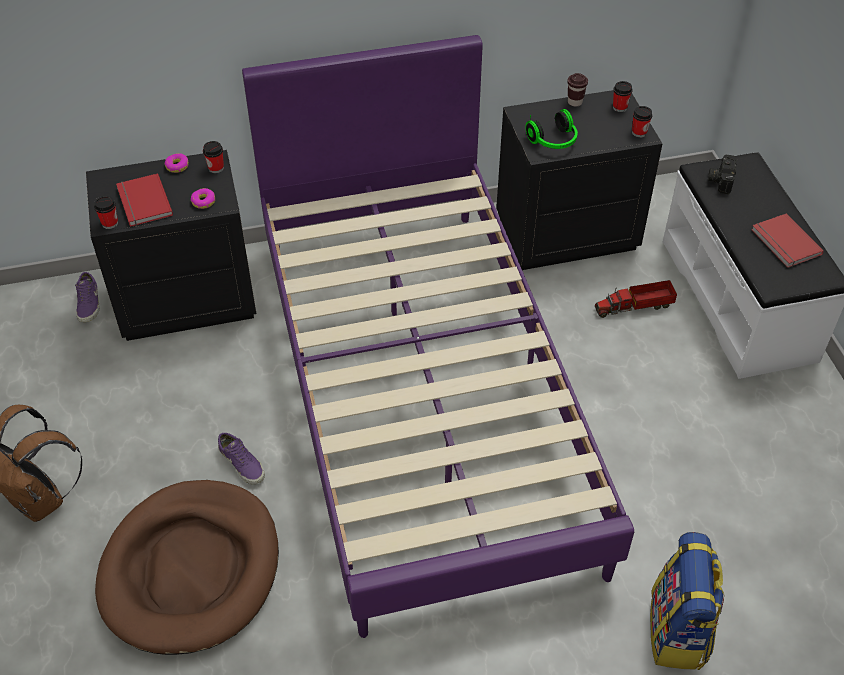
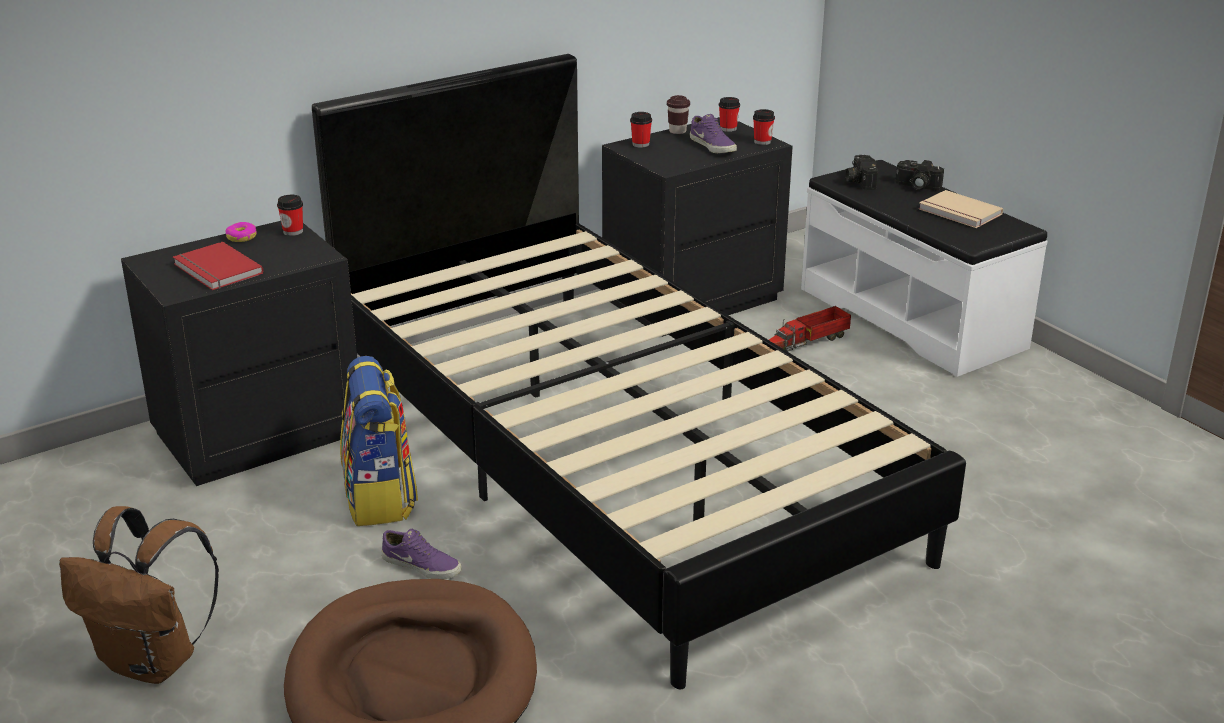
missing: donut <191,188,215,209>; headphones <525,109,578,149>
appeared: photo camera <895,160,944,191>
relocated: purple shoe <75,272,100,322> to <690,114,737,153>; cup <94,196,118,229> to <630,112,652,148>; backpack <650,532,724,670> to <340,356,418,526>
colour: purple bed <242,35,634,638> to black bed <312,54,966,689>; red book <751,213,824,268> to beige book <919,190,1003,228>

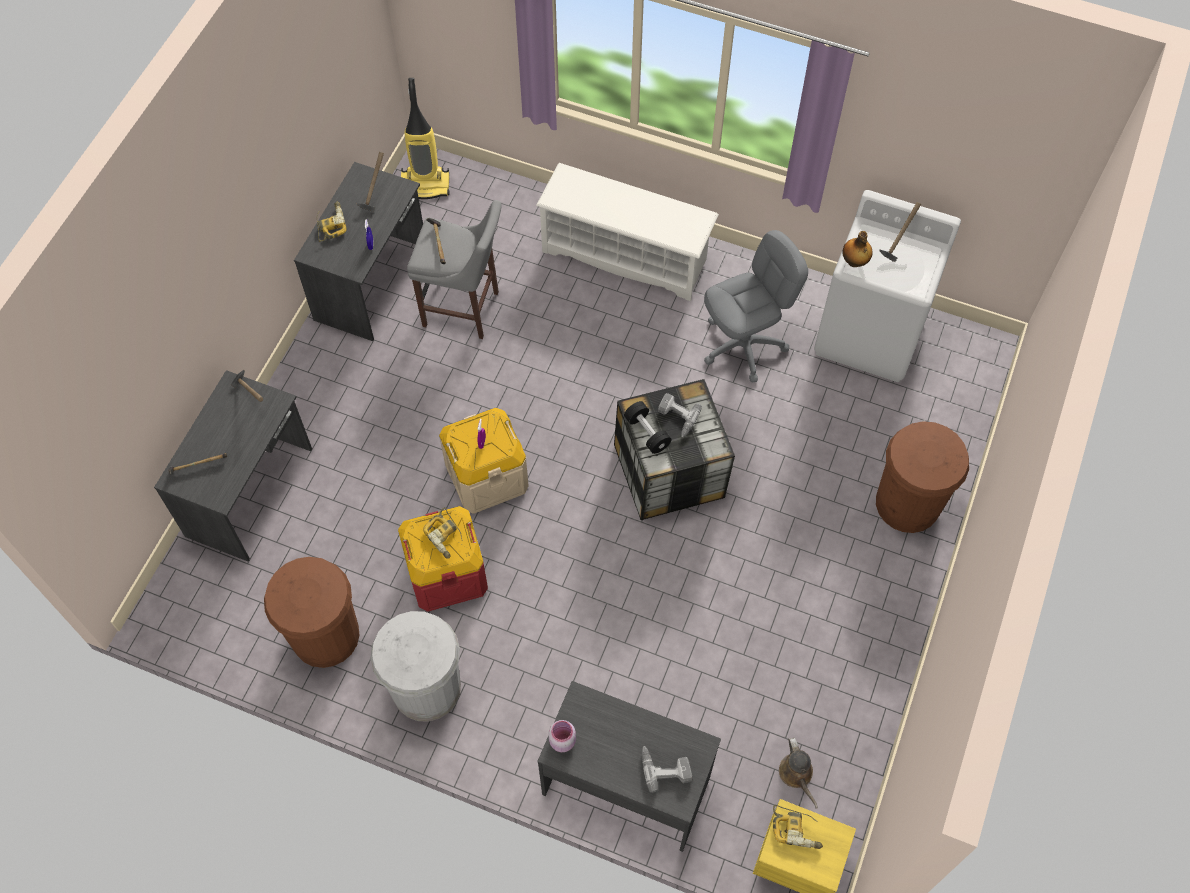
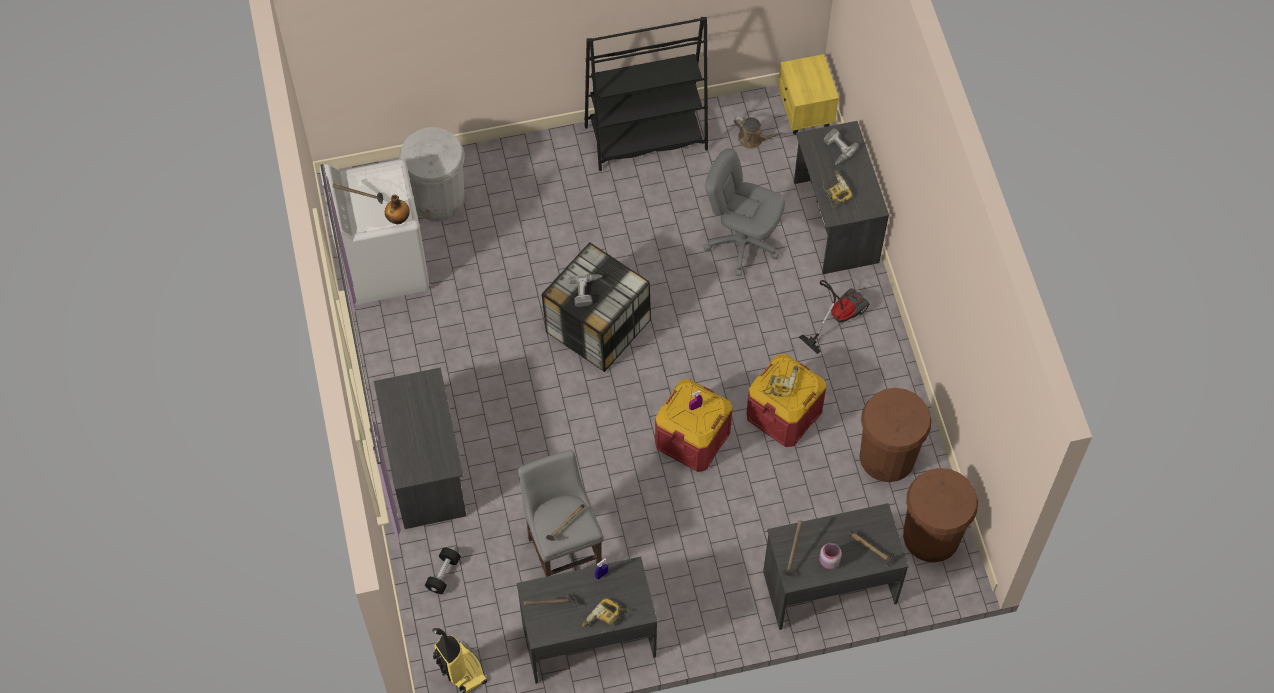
appeared: black bookcase <584,17,708,171>; vacuum cleaner <799,280,870,354>
relocated: white trash can <370,611,461,722> to <399,127,465,221>; pink jar <549,720,576,752> to <819,543,842,569>; black dumbbell <624,401,671,454> to <425,547,461,594>; grey office chair <704,230,808,382> to <703,149,785,276>; power drill <773,805,823,849> to <823,170,852,208>; brown trash can <876,421,969,533> to <903,468,978,563>
exchanged: white shoe rack <536,163,719,301> to grey desk <374,368,466,529>
colour: beige storage box <439,408,529,514> to red storage box <655,379,733,472>
spun: brown watering can <779,738,818,808> = <733,117,785,149> 75 degrees clockwise

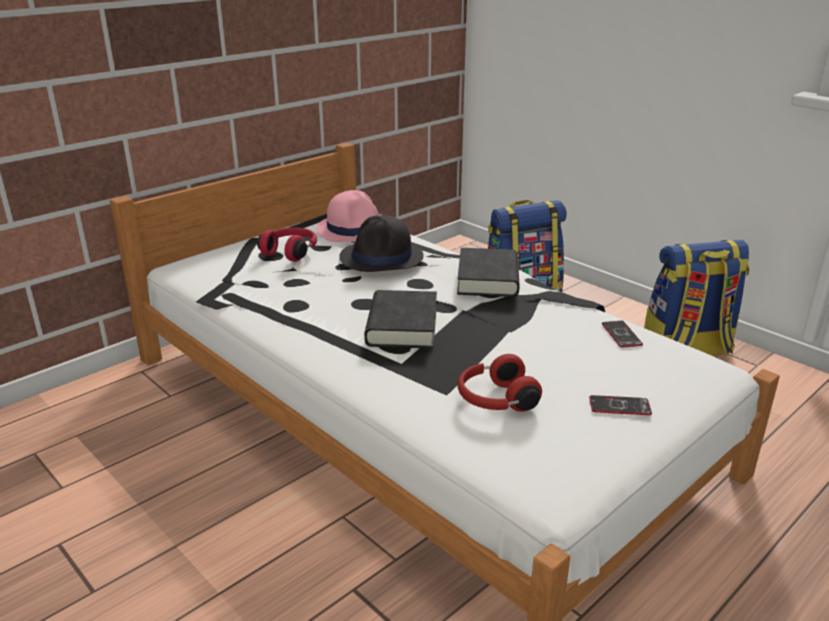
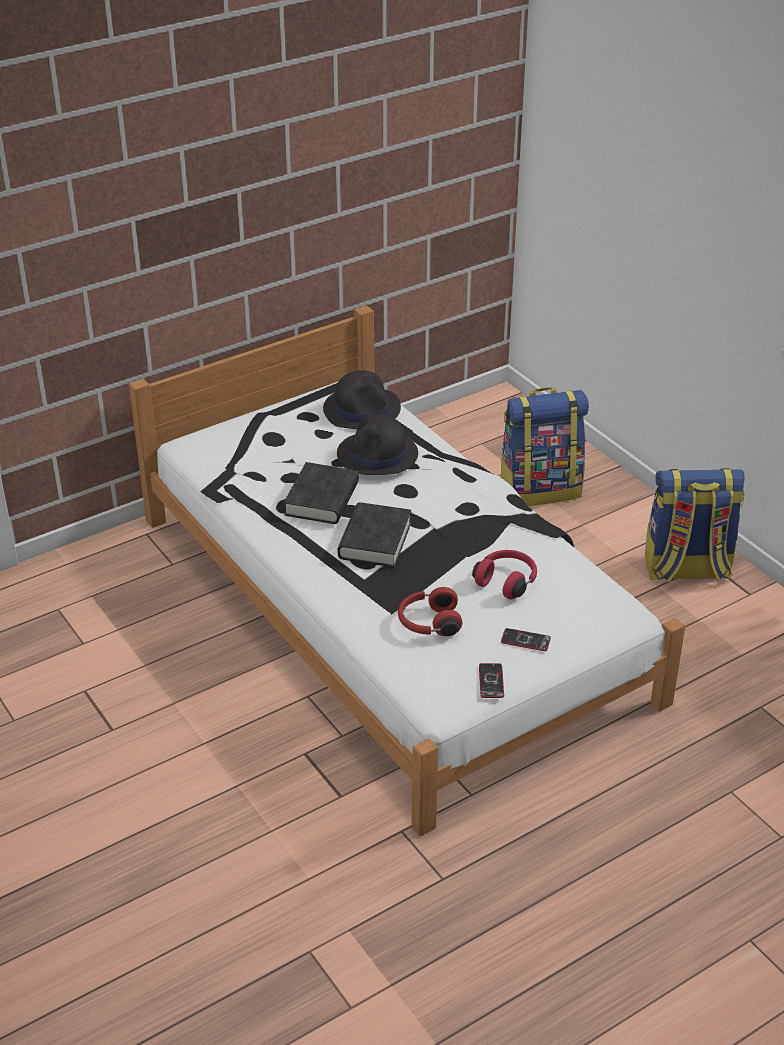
relocated: red headphones <257,227,317,262> to <472,550,537,599>; black book <457,248,520,297> to <284,462,359,524>; phone <602,321,643,348> to <479,663,504,698>
colour: pink hat <316,190,381,242> to black hat <323,370,401,429>

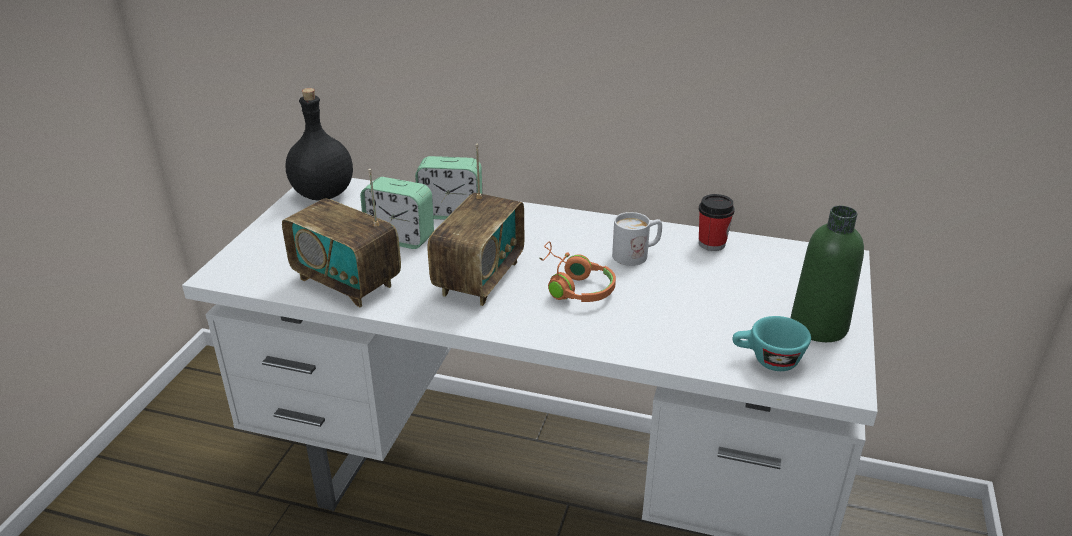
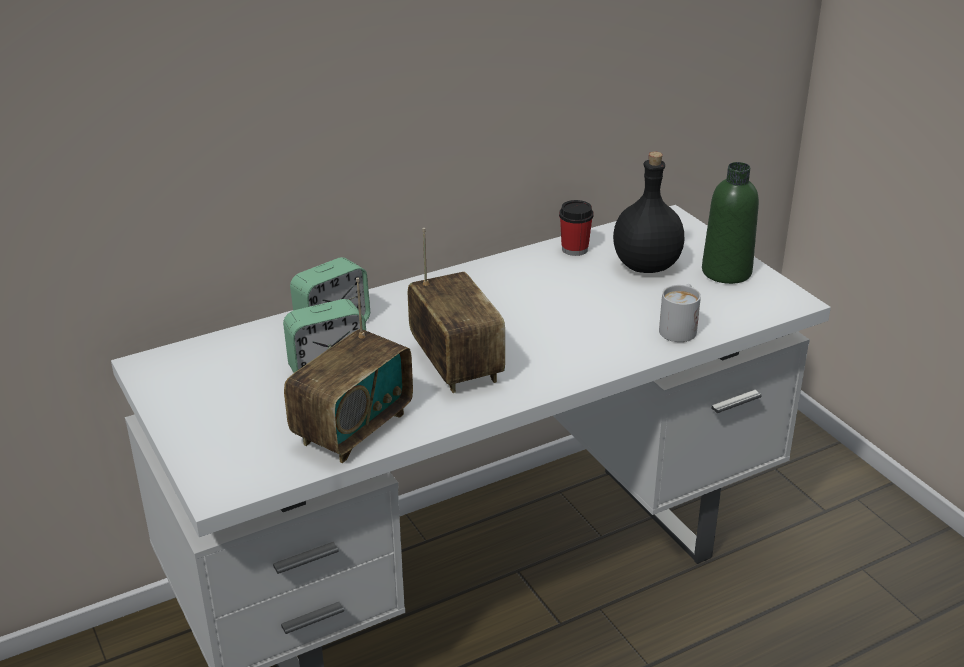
missing: orange headphones <540,241,616,302>; turquoise cup <733,316,811,371>
relocated: black bottle <286,88,353,201> to <613,151,684,273>; white mug <612,212,662,266> to <659,284,701,342>
spun: radio <282,169,401,307> = <284,277,413,463> 45 degrees counterclockwise

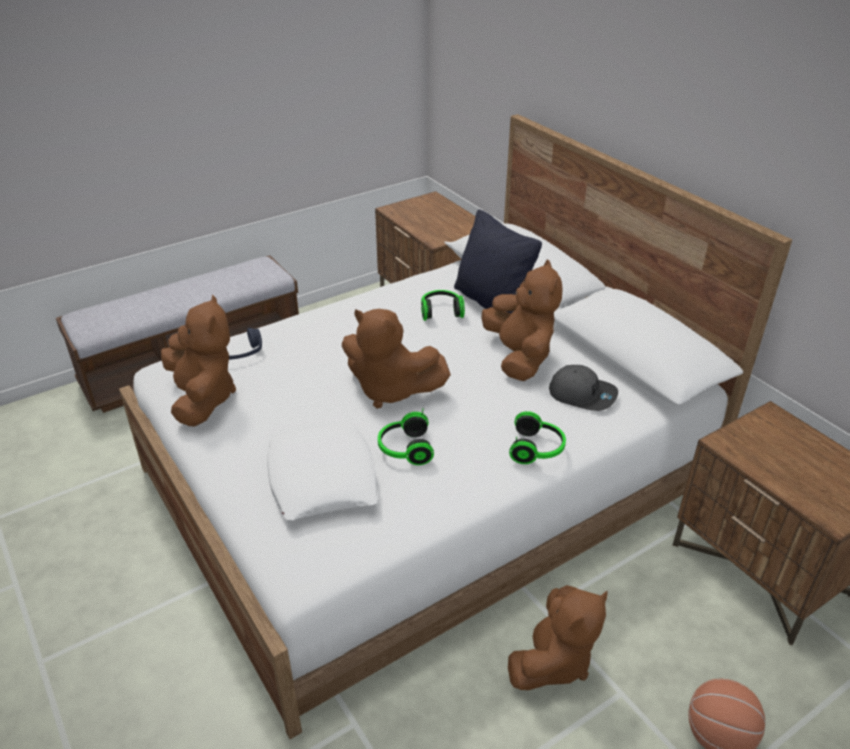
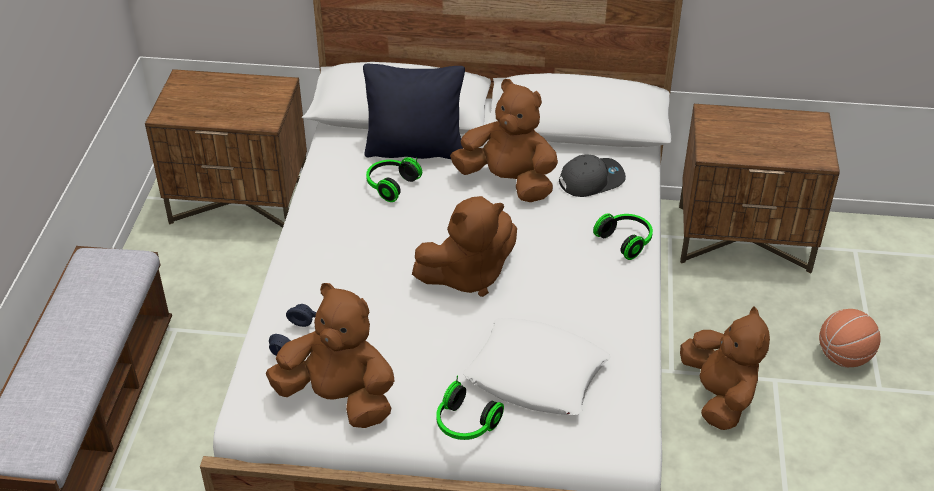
relocated: headphones <378,409,434,465> to <436,376,504,440>

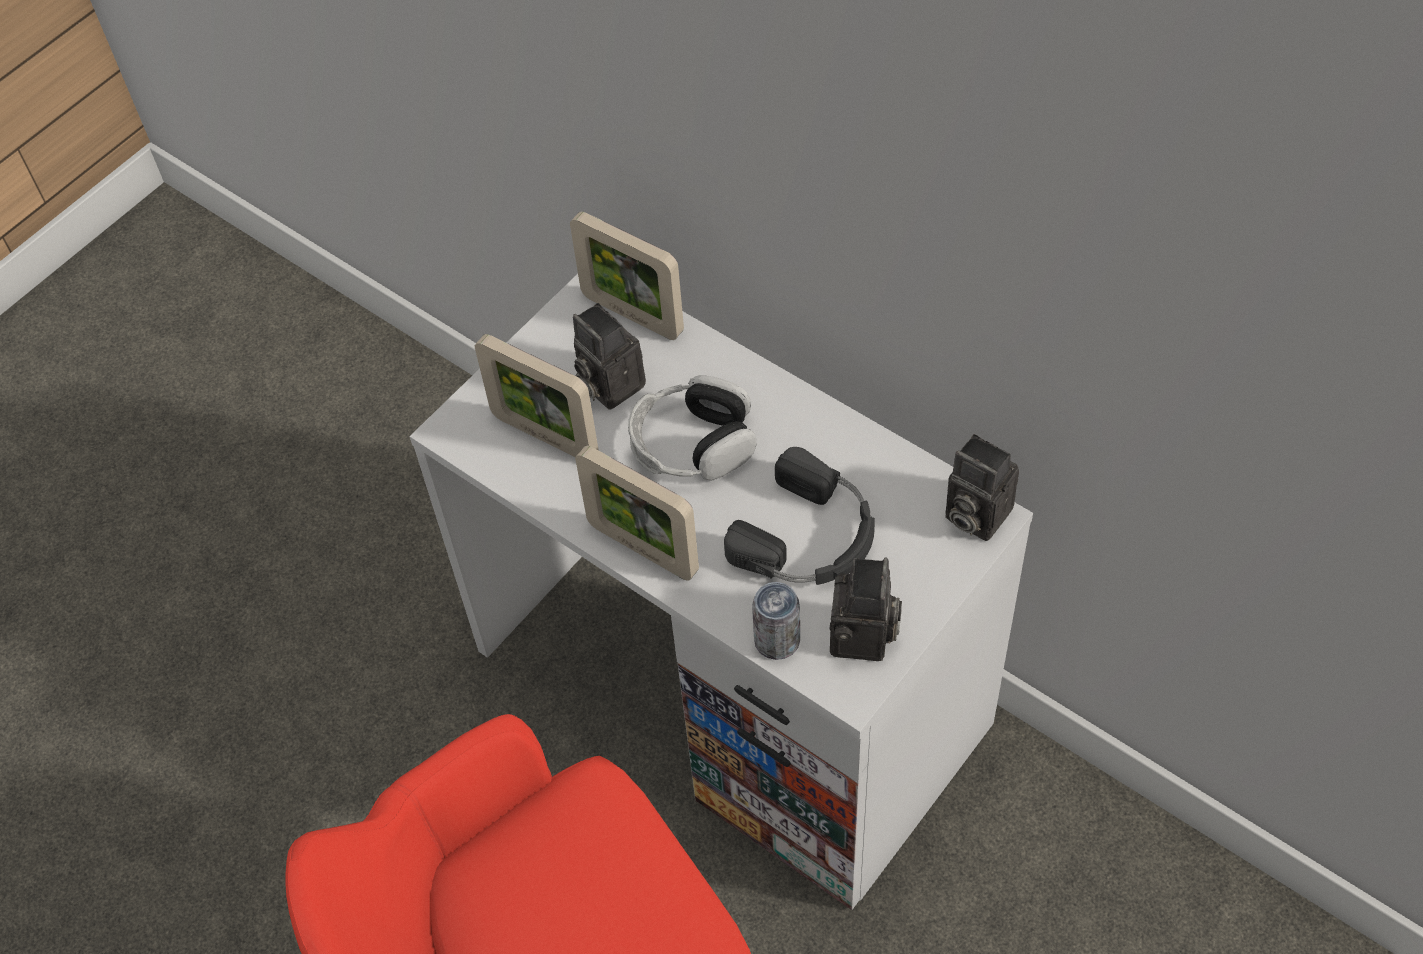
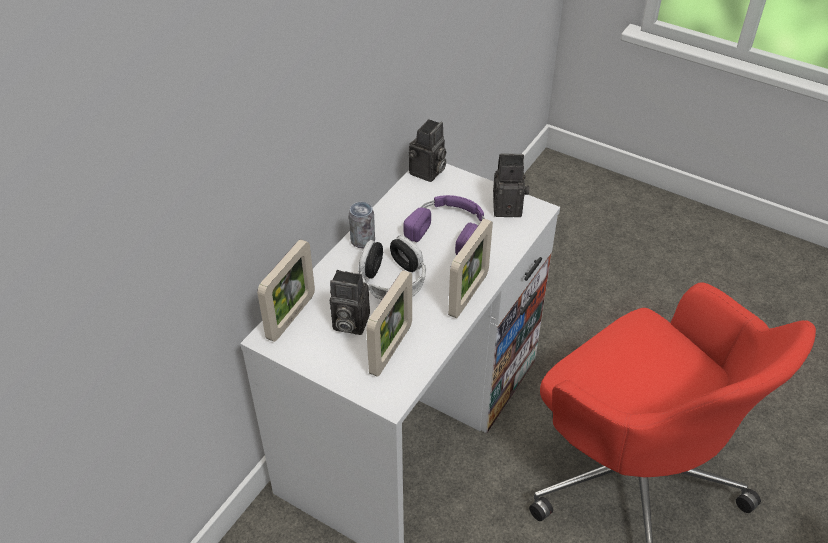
relocated: can <752,582,800,660> to <349,202,375,248>
colour: black headphones <724,447,875,585> to purple headphones <403,195,485,255>
spun: photo camera <573,303,646,410> = <330,270,370,335> 60 degrees clockwise

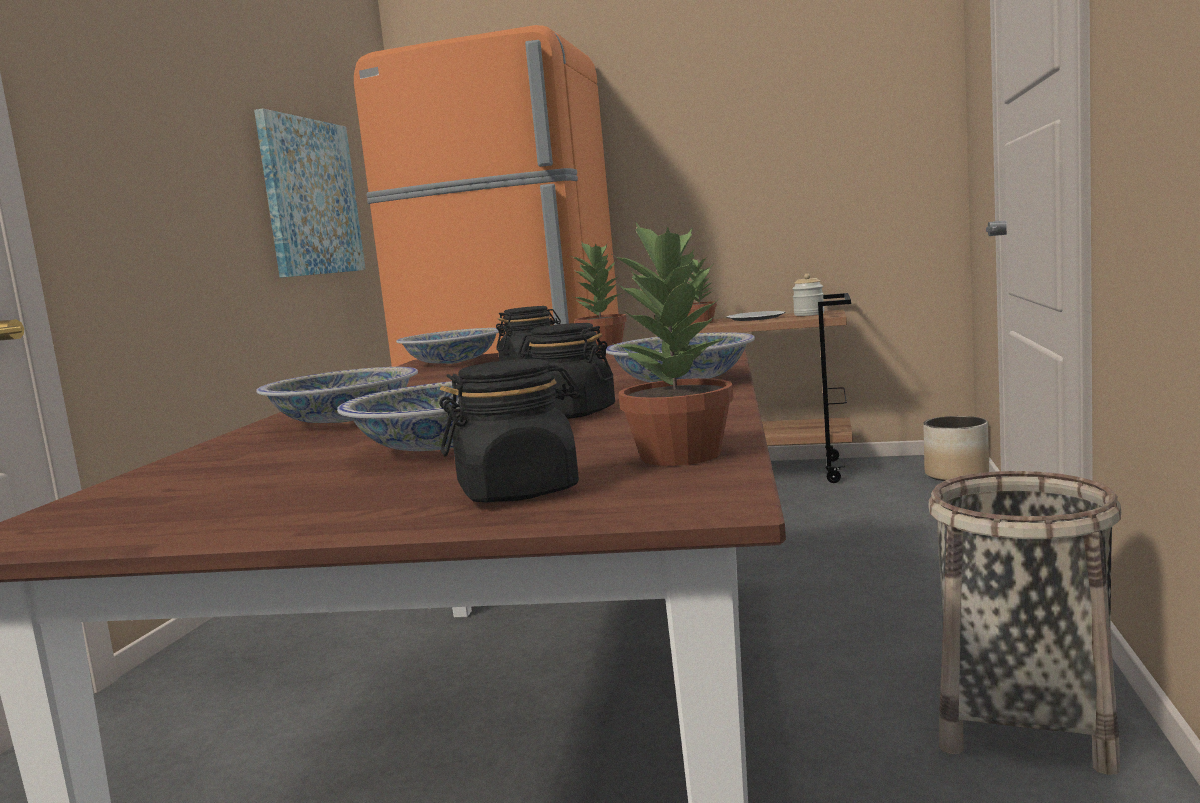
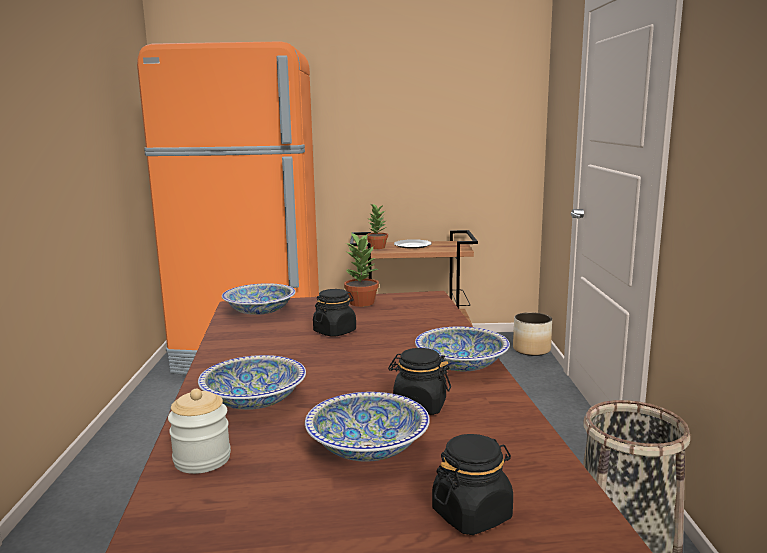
missing: picture <254,109,366,278>; potted plant <610,223,734,466>
relocated: jar <792,274,824,316> to <168,389,231,474>

